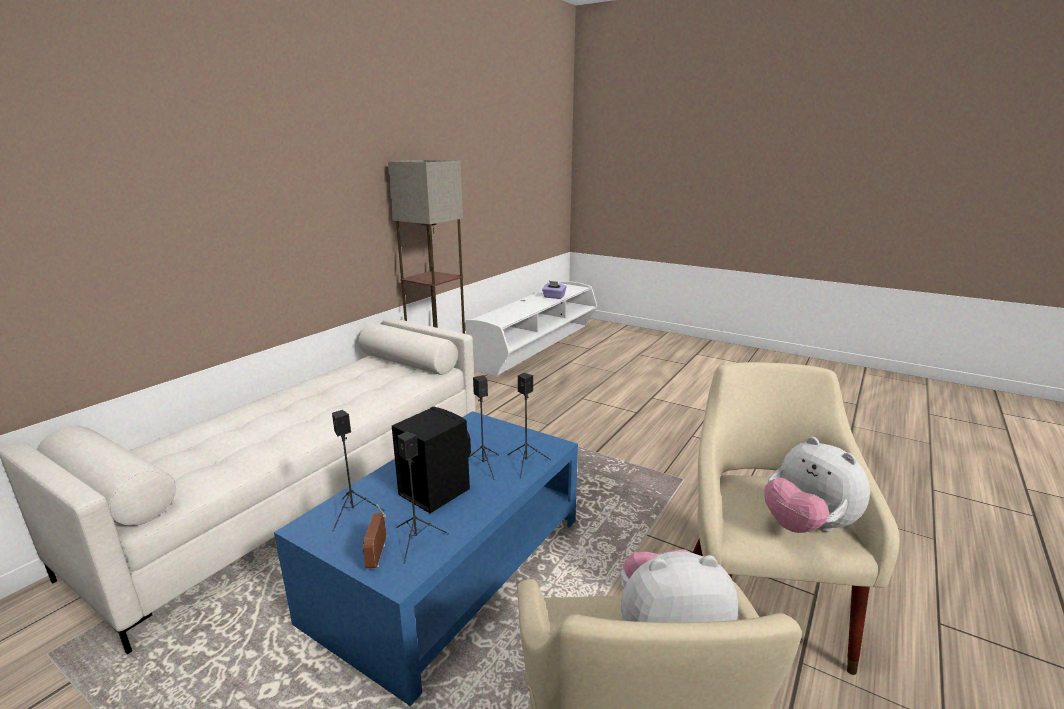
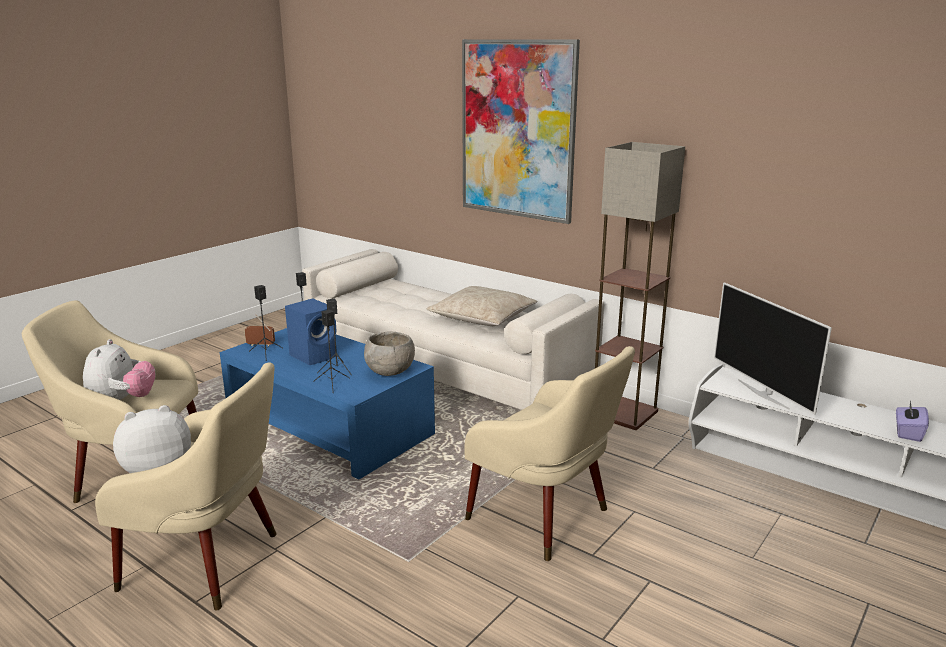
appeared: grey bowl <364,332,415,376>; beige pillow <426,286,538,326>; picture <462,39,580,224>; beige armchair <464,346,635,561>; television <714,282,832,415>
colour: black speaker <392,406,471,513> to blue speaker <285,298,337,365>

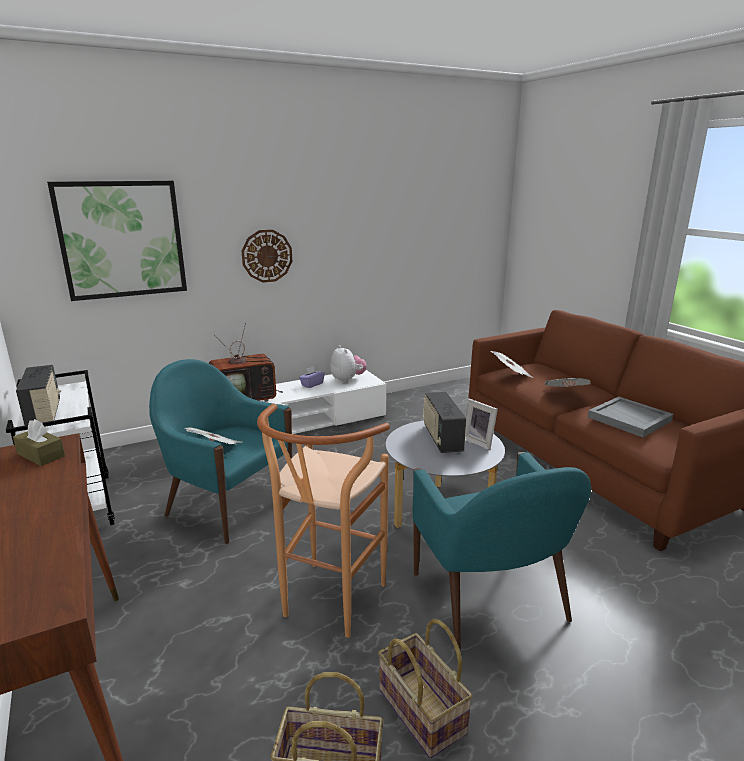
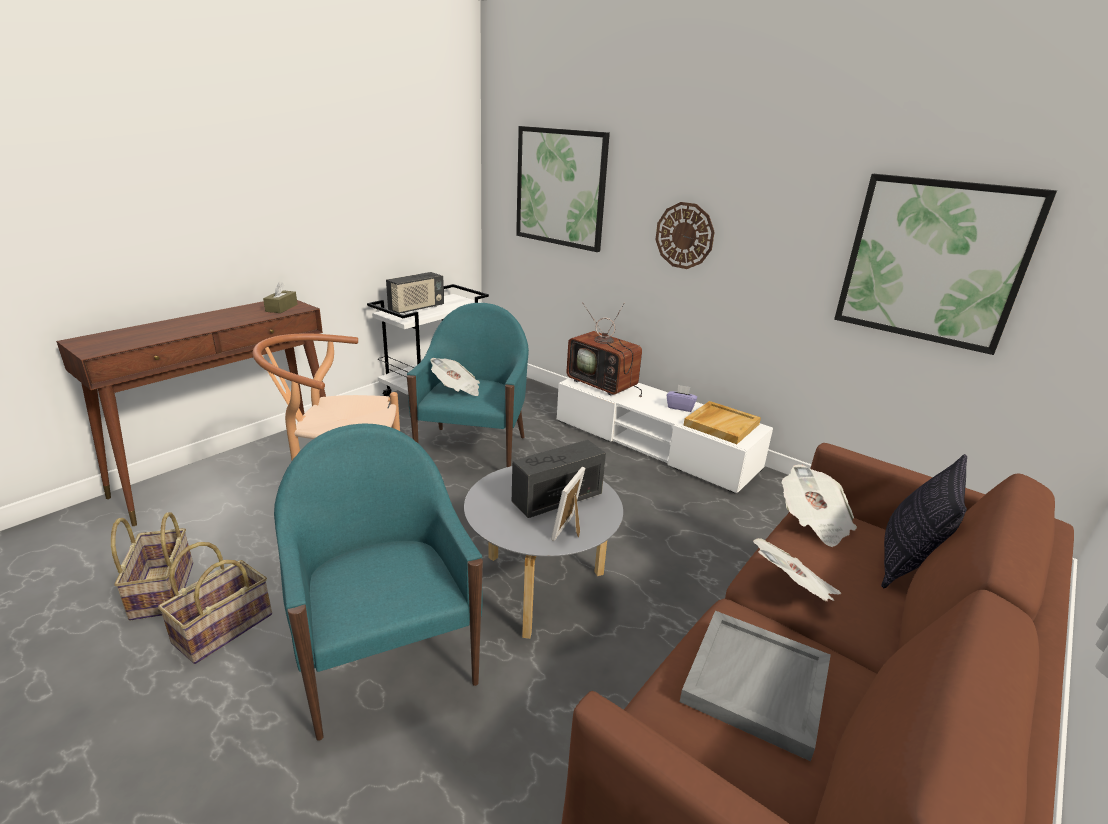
appeared: picture <834,174,1057,355>; pillow <881,454,967,588>
exchanged: plush toy <330,345,367,383> to beige tray <683,401,761,444>
spun: turquoise armchair <413,452,591,650> = <274,423,483,741> 105 degrees clockwise

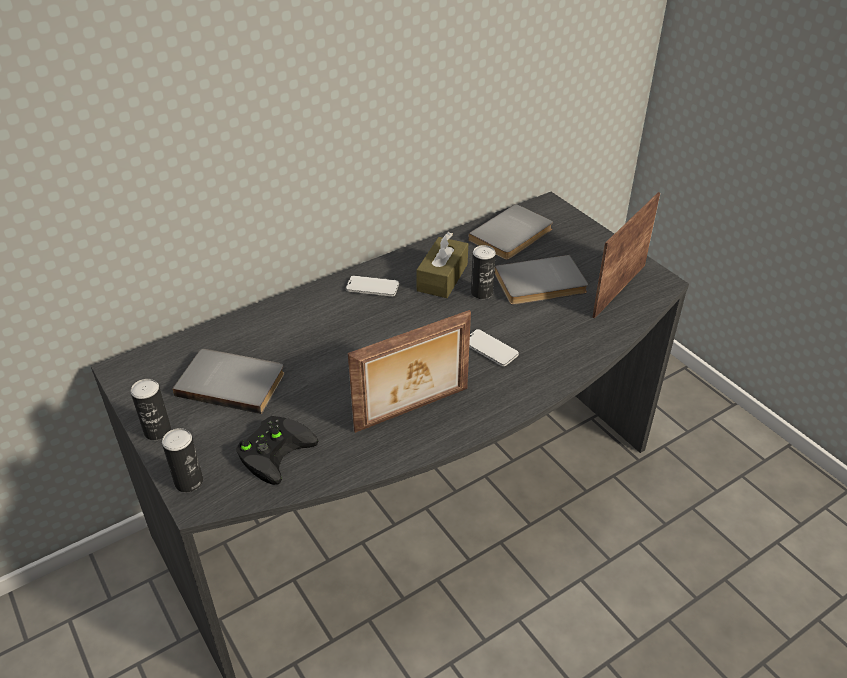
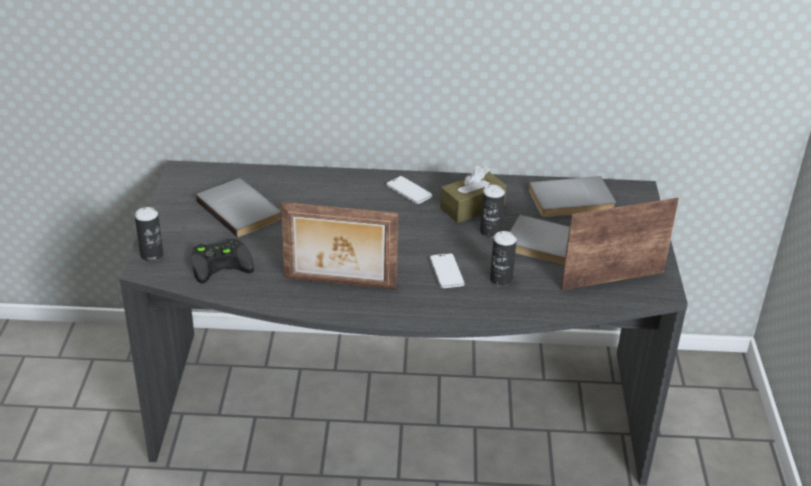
relocated: can <131,379,171,440> to <490,231,517,286>

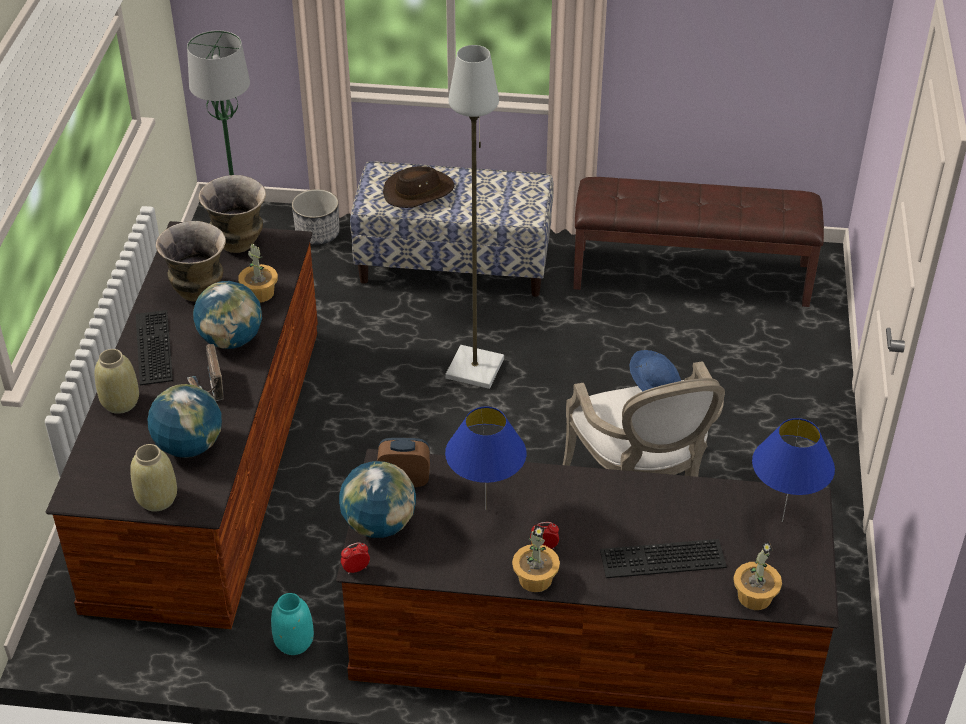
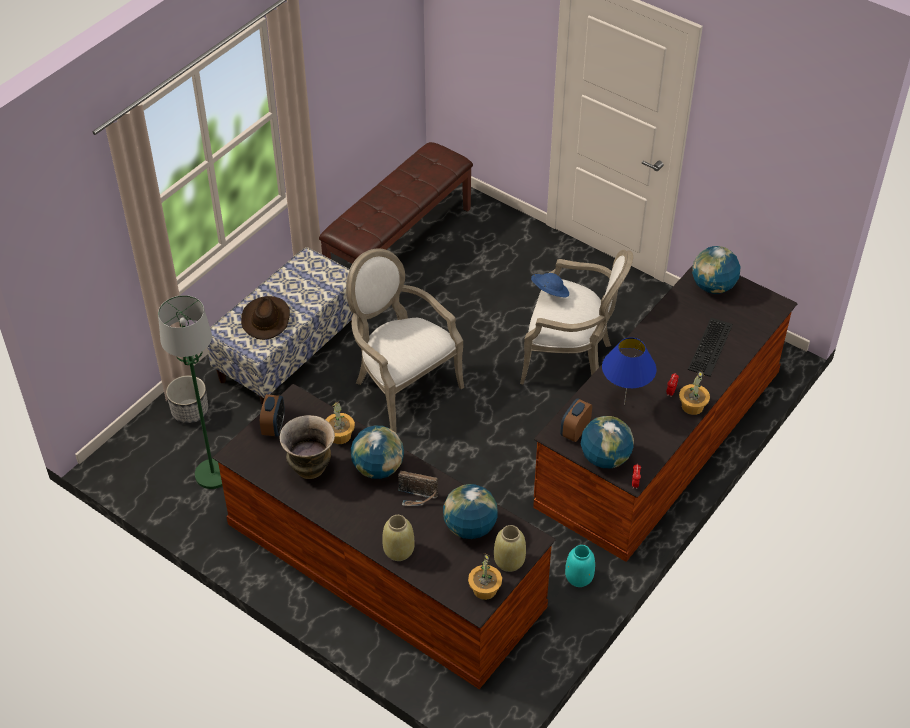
missing: keyboard <136,310,173,385>
relocated: potted plant <733,540,782,610> to <468,553,502,600>
exchanged: vase <199,175,266,253> to alarm clock <260,394,285,437>; grey floor lamp <445,45,504,389> to armchair <346,248,464,433>; blue table lamp <752,418,835,522> to globe <692,246,741,294>

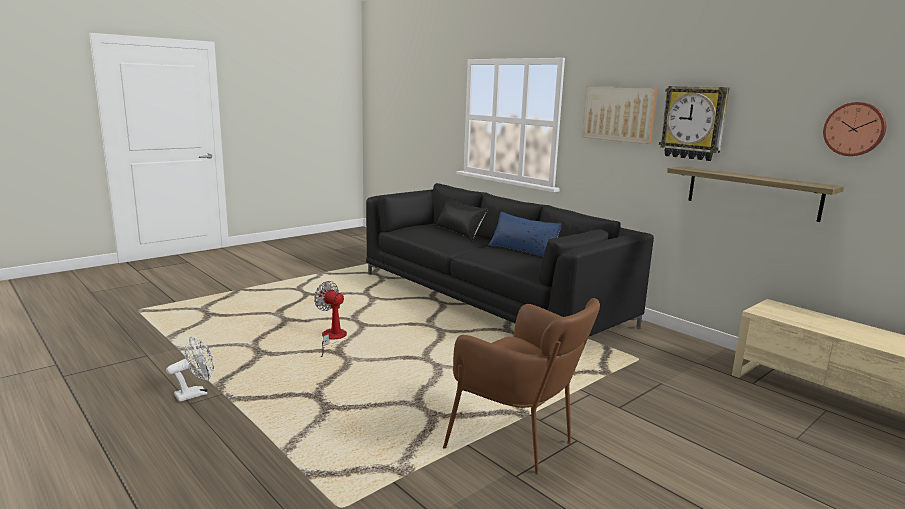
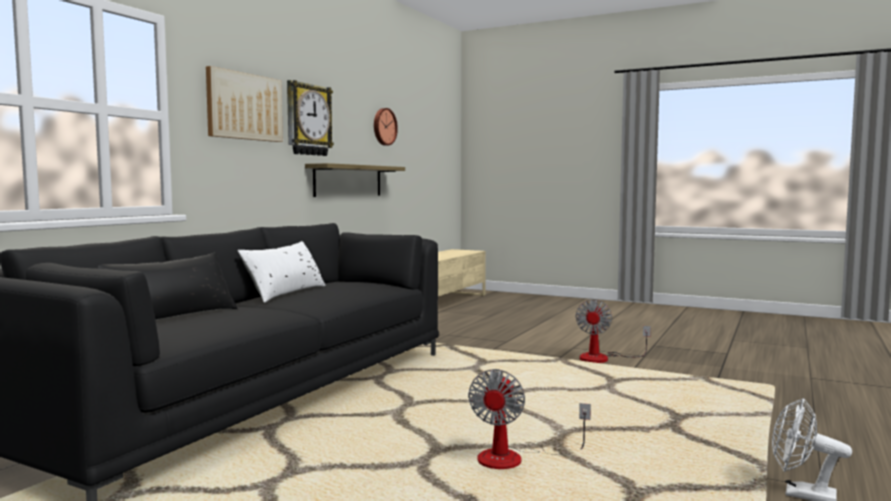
exchanged: brown armchair <443,298,600,474> to fan <575,299,651,363>
colour: blue pillow <489,211,562,257> to white pillow <238,241,326,303>

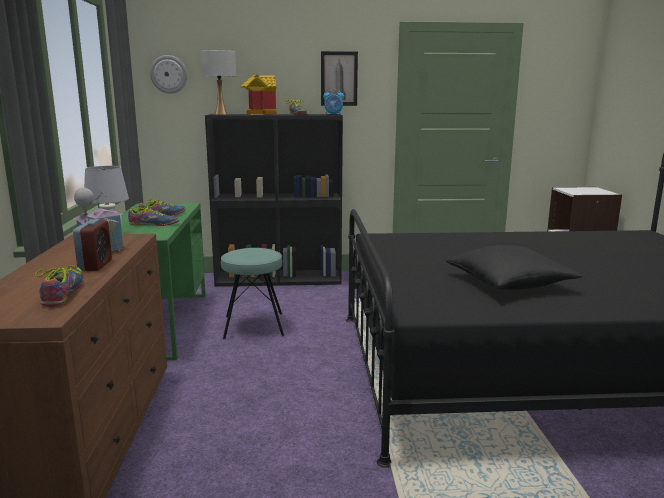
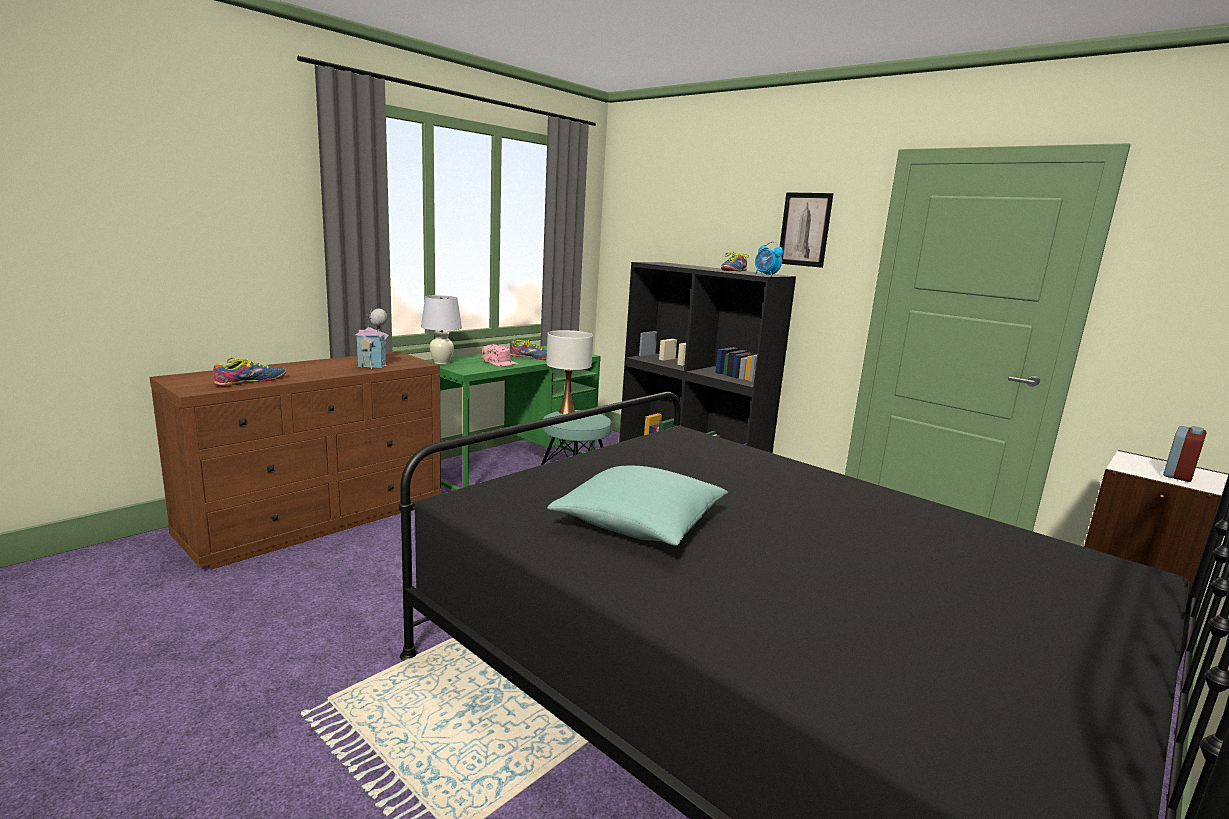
missing: wall clock <150,55,188,94>; toy house <241,75,277,115>
relocated: alarm clock <73,219,112,271> to <1163,426,1207,482>; white table lamp <201,50,236,114> to <546,330,593,414>
exchanged: shoe <128,206,179,226> to pink cap <482,344,518,367>
colour: black pillow <446,245,582,290> to turquoise pillow <547,466,728,546>

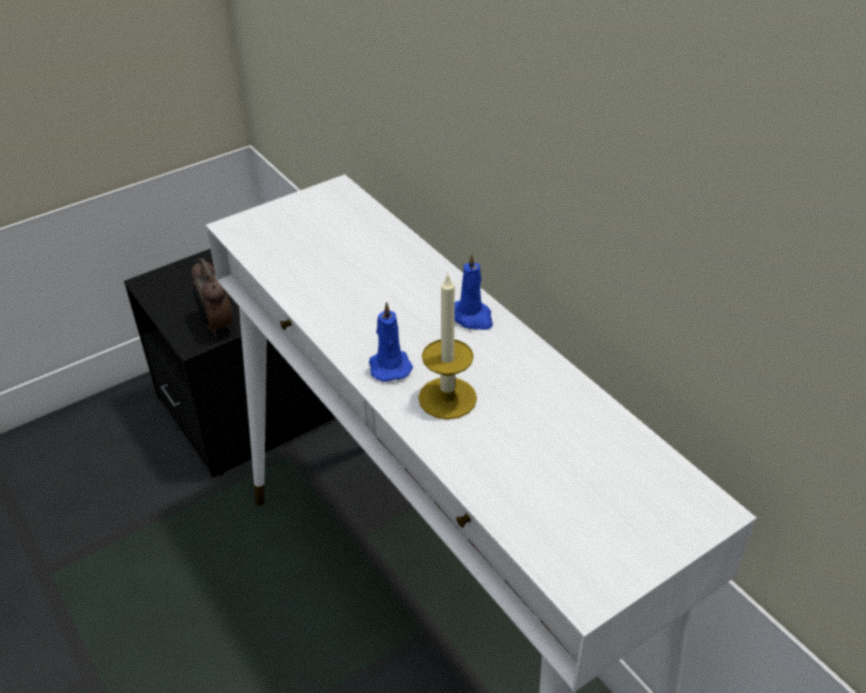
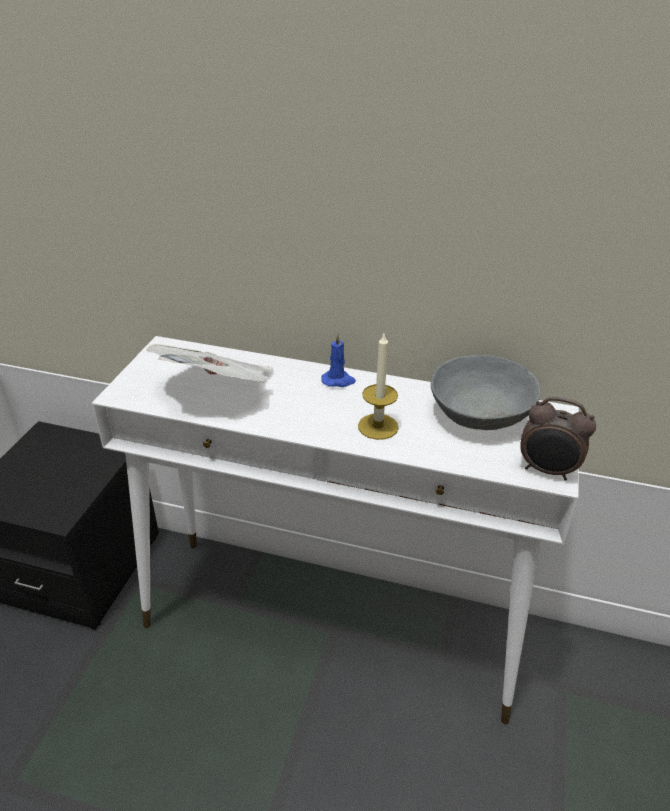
missing: blue candle <369,302,413,382>
appeared: newspaper <146,344,274,382>; grey bowl <431,355,541,430>
relocated: alarm clock <191,258,233,337> to <520,397,596,481>

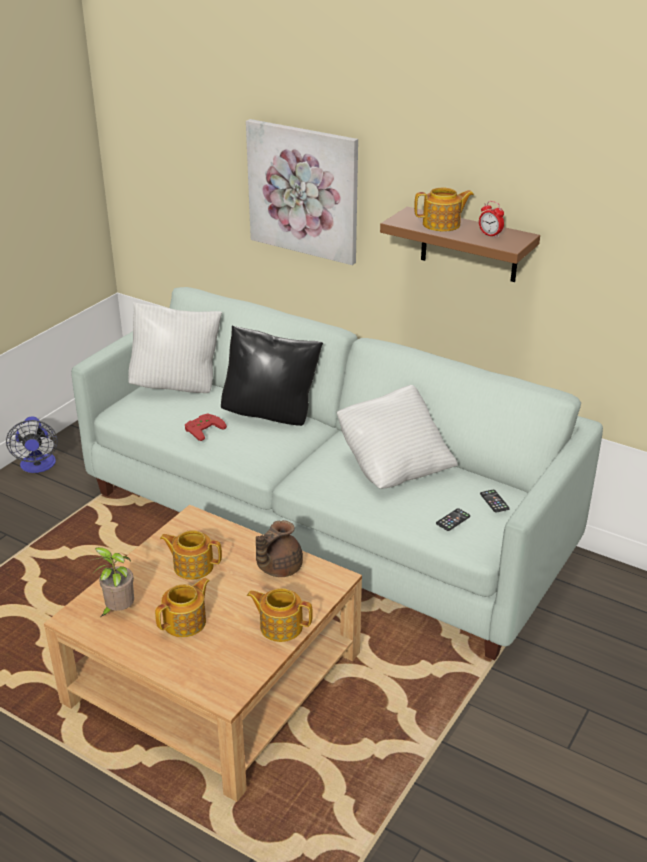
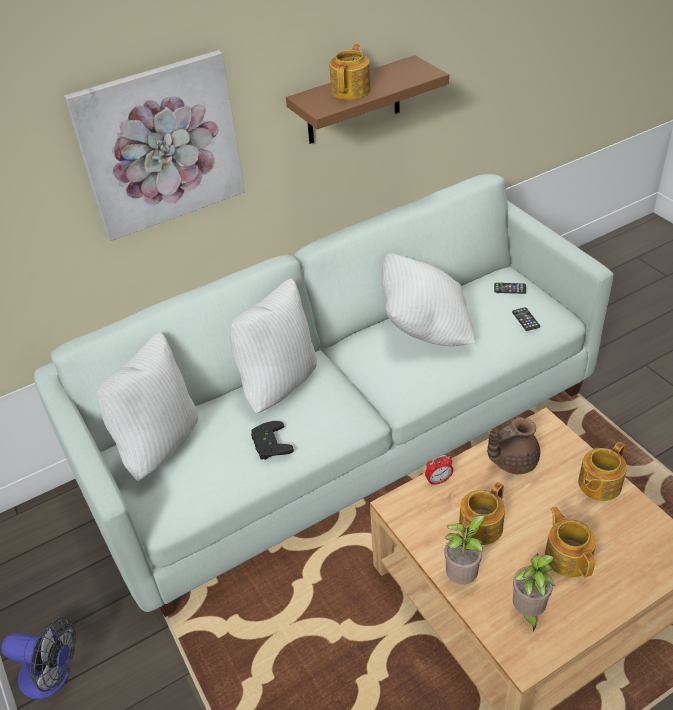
appeared: potted plant <444,515,485,585>
relocated: alarm clock <479,201,504,238> to <425,455,453,486>
colour: red game controller <184,413,227,441> to black game controller <251,421,294,460>; black pillow <221,325,323,426> to white pillow <229,278,317,414>
spun: brown teapot <256,520,303,577> = <487,417,540,474> 90 degrees clockwise

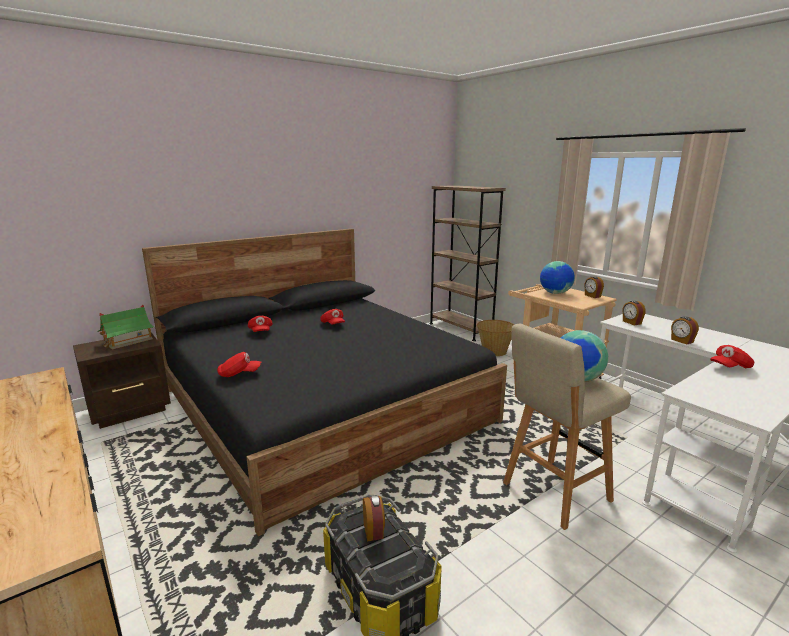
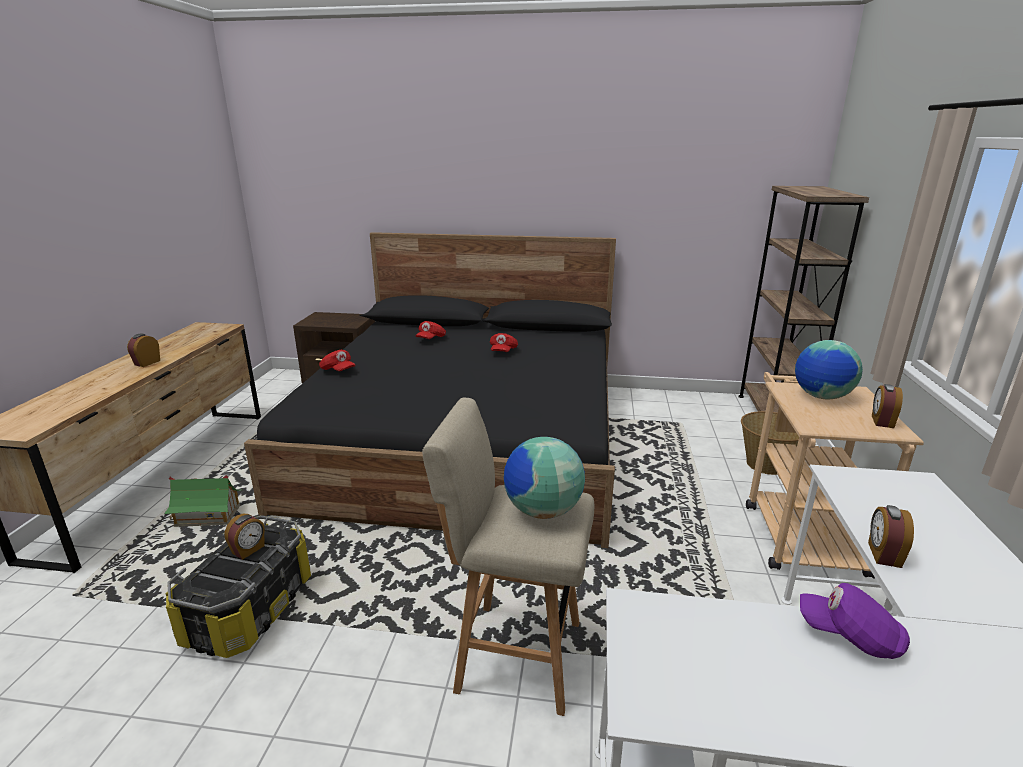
relocated: toy house <97,304,154,349> to <164,475,243,527>; alarm clock <623,300,645,326> to <127,334,160,367>
colour: red cap <710,345,754,368> to purple cap <800,583,910,659>

